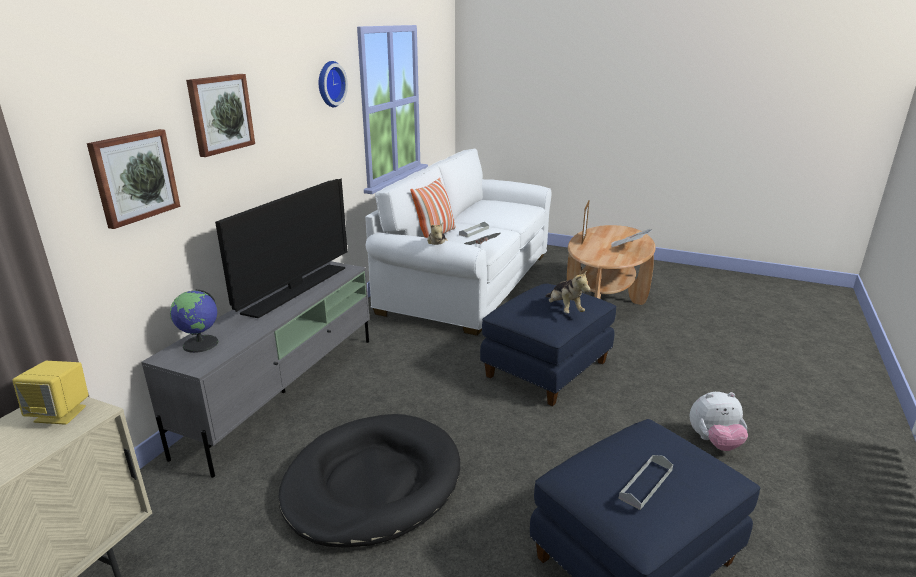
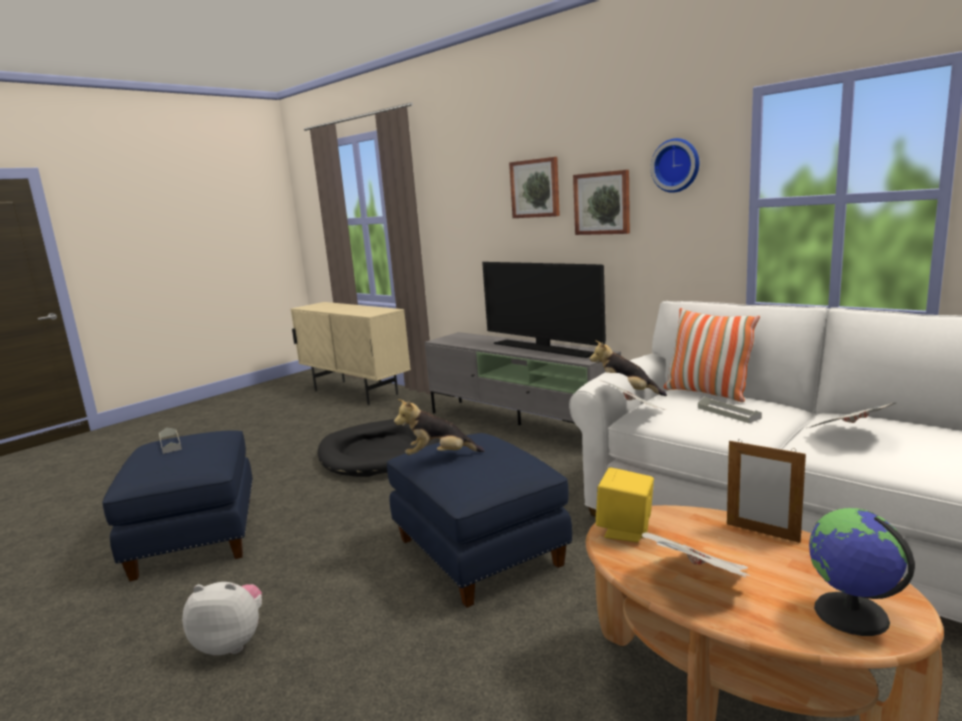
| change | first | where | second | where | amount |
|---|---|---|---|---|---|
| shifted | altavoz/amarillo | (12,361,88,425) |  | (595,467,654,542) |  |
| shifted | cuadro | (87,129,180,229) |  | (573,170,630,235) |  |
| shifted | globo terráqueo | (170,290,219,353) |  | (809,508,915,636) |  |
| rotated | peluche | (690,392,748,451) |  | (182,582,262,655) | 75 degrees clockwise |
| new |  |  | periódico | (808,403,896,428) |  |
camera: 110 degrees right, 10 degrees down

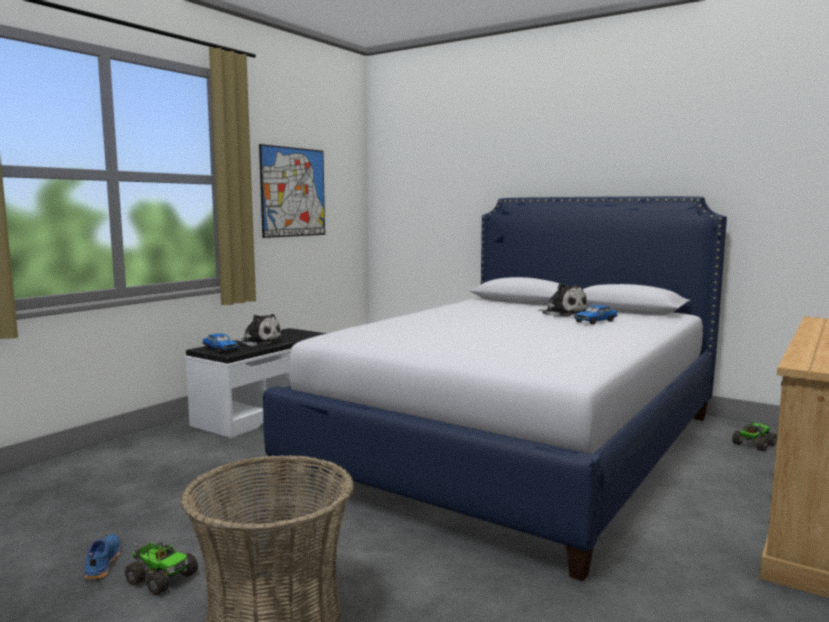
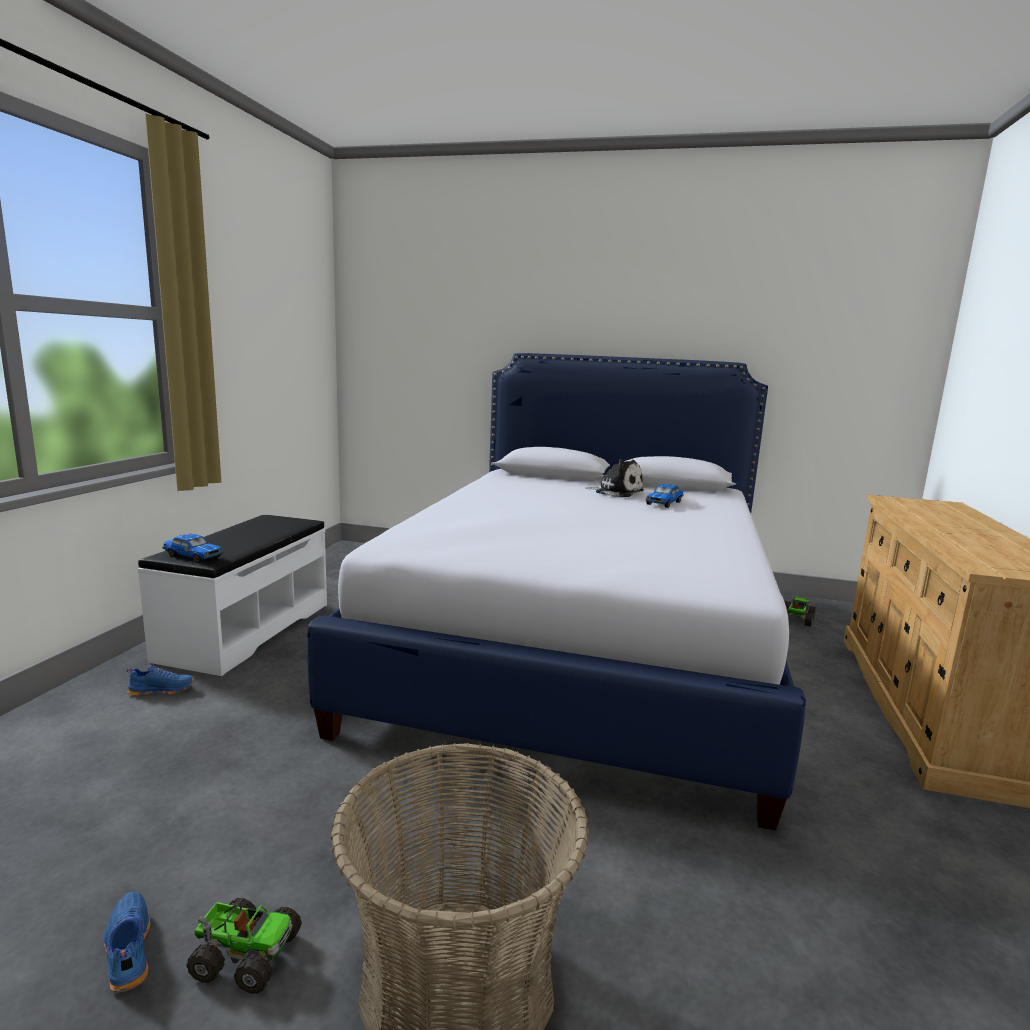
| change | first | where | second | where | amount |
|---|---|---|---|---|---|
| gone | peluche | (234,314,282,346) |  |  |  |
| gone | cuadro | (259,144,325,238) |  |  |  |
| new |  |  | zapato/azul | (127,665,194,696) |  |
camera: 20 degrees left, 5 degrees up

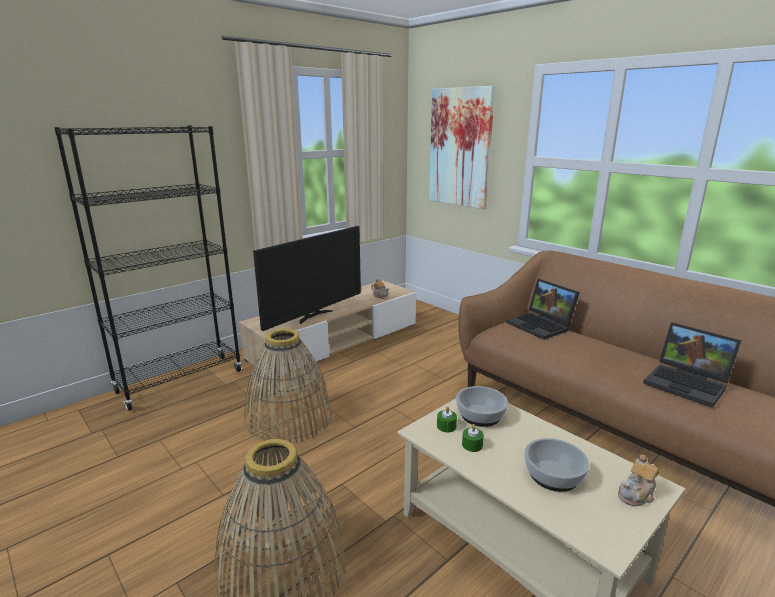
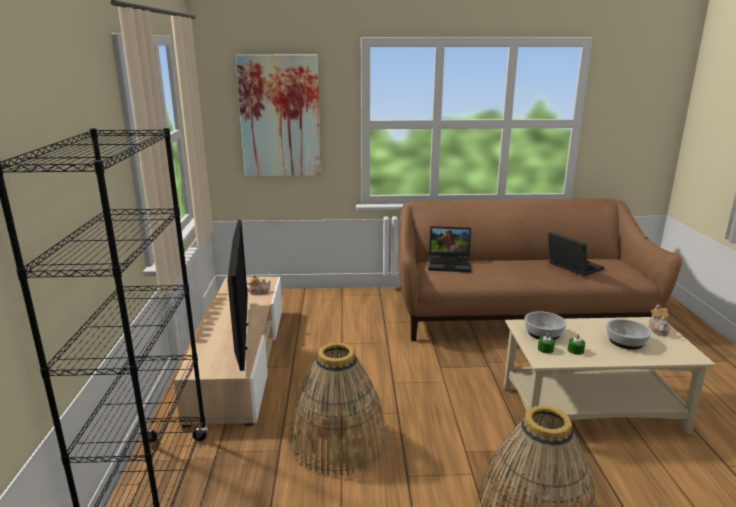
| change | first | where | second | where | amount |
|---|---|---|---|---|---|
| rotated | portátil | (643,322,741,408) |  | (548,232,604,276) | 120 degrees counterclockwise |
camera: 50 degrees left, 0 degrees up

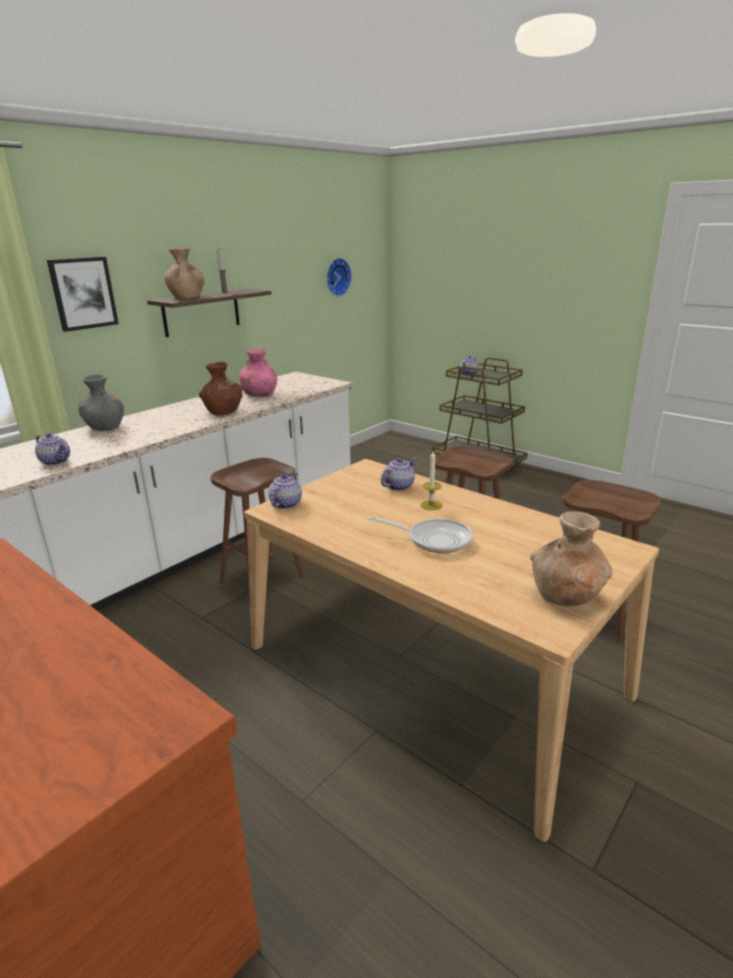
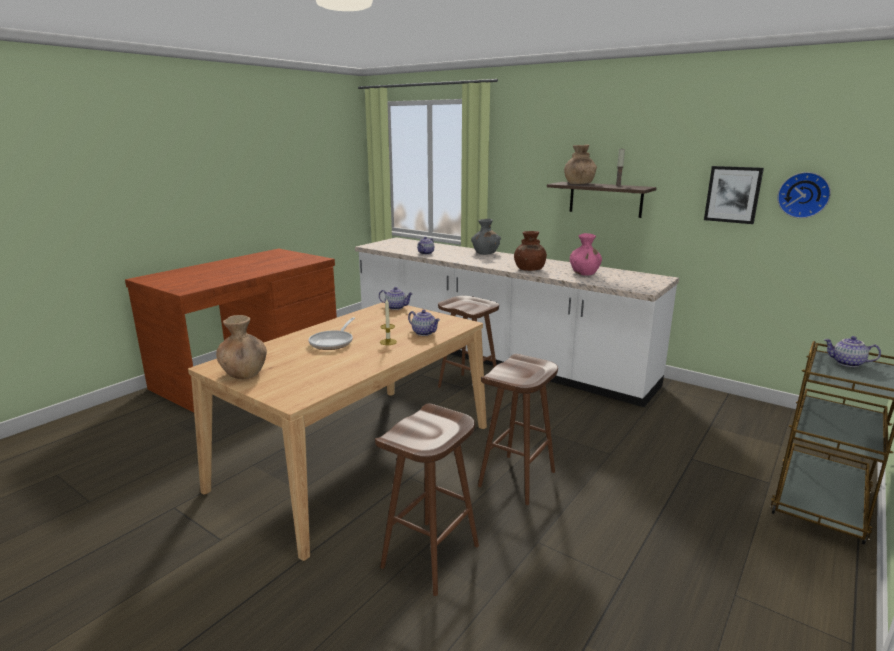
| change | first | where | second | where | amount |
|---|---|---|---|---|---|
| shifted | cuadro | (47,257,119,332) |  | (704,166,764,224) |  |
camera: 85 degrees right, 5 degrees down

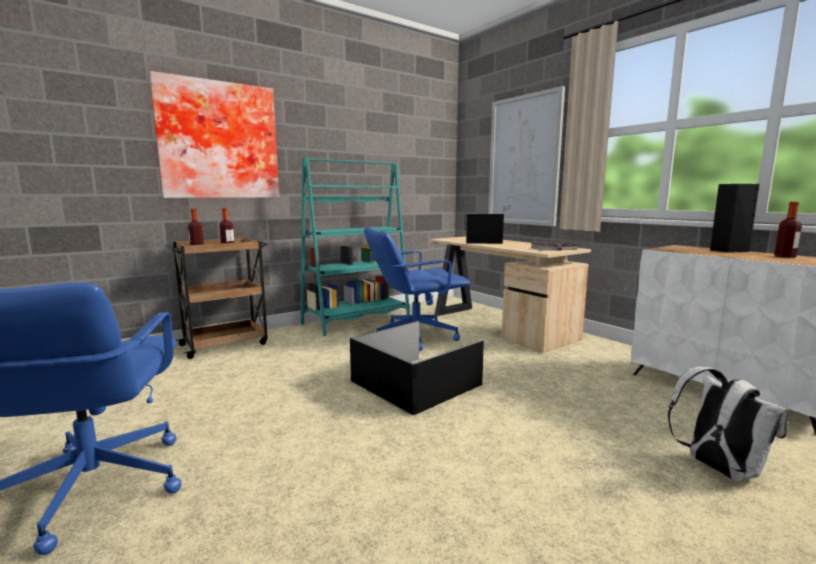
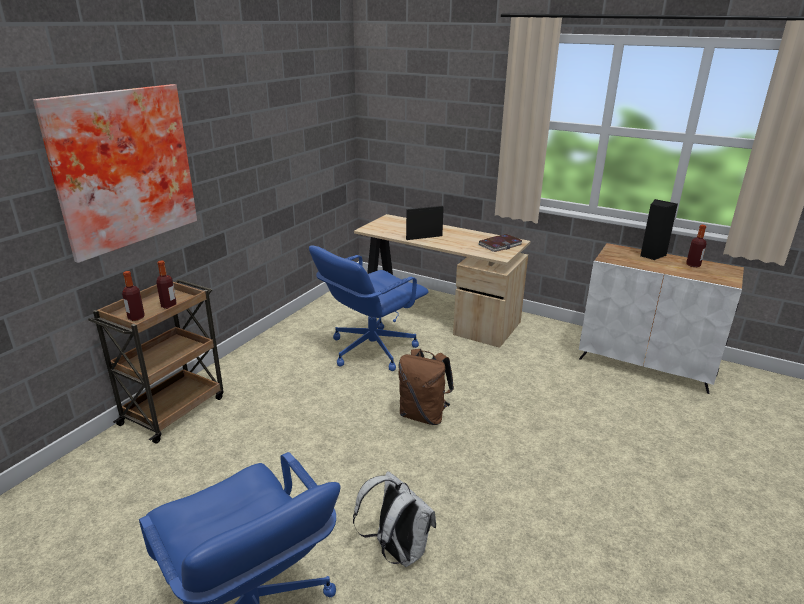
| change | first | where | second | where | amount |
|---|---|---|---|---|---|
| gone | estantería/turquesa | (300,158,410,336) |  |  |  |
| swapped | caja de almacenaje/negro | (350,321,484,415) | mochila/marrón | (398,349,454,425) |  |
| gone | cuadro | (488,86,565,226) |  |  |  |
| shifted | mochila/blanco | (668,367,788,481) |  | (353,471,436,567) |  |
camera: 25 degrees left, 15 degrees up

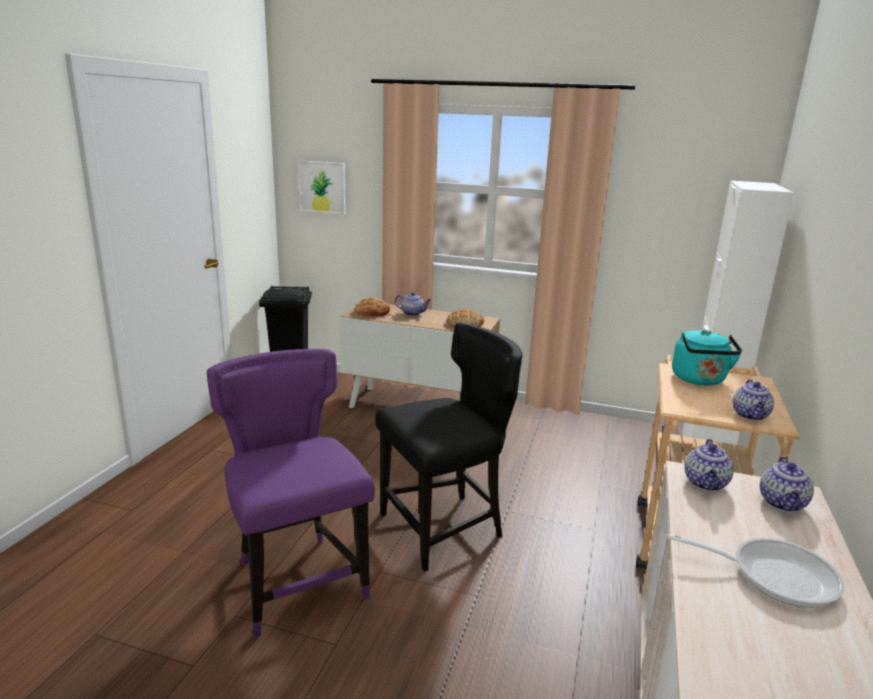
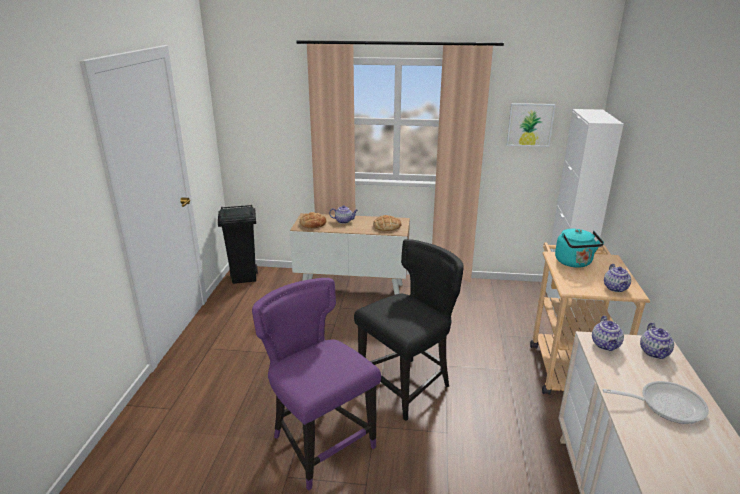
| change | first | where | second | where | amount |
|---|---|---|---|---|---|
| shifted | cuadro | (298,160,346,214) |  | (507,103,556,147) |  |
camera: 10 degrees left, 5 degrees up

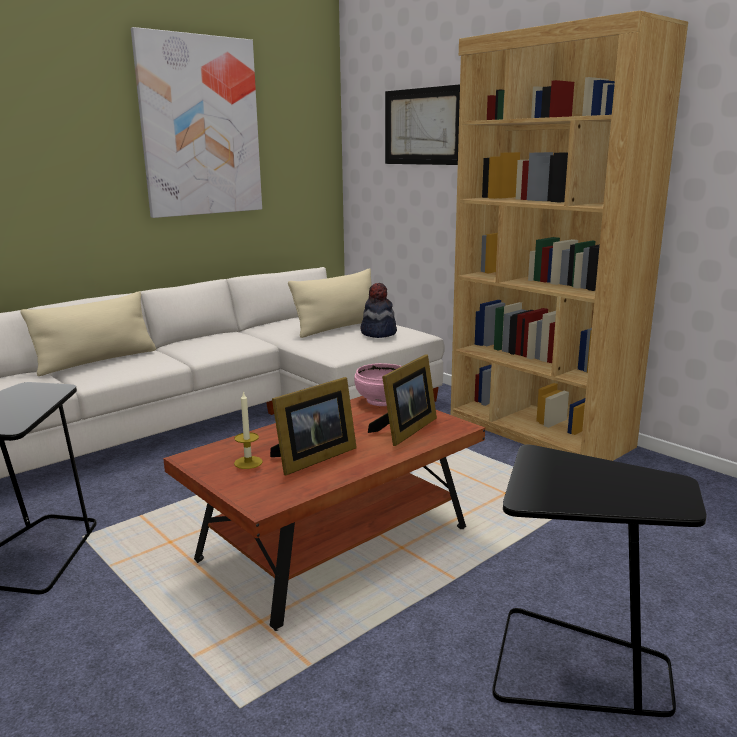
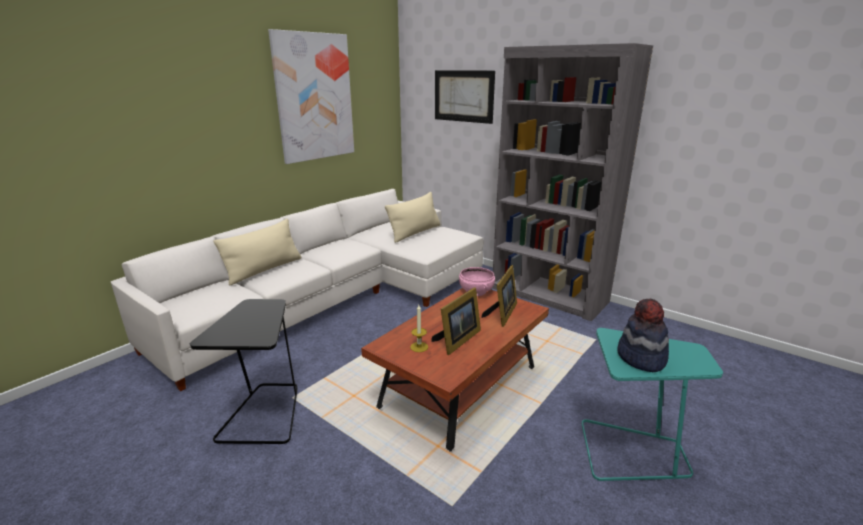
| change | first | where | second | where | amount |
|---|---|---|---|---|---|
| shifted | sombrero | (361,283,397,338) |  | (617,299,669,372) |  |
| repainted | estantería/marrón | (451,10,688,461) | estantería/gris | (492,43,653,321) |  |
| repainted | mesa auxiliar/negro | (492,445,707,717) | mesa auxiliar/turquesa | (582,328,723,481) |  |
camera: 10 degrees left, 5 degrees up

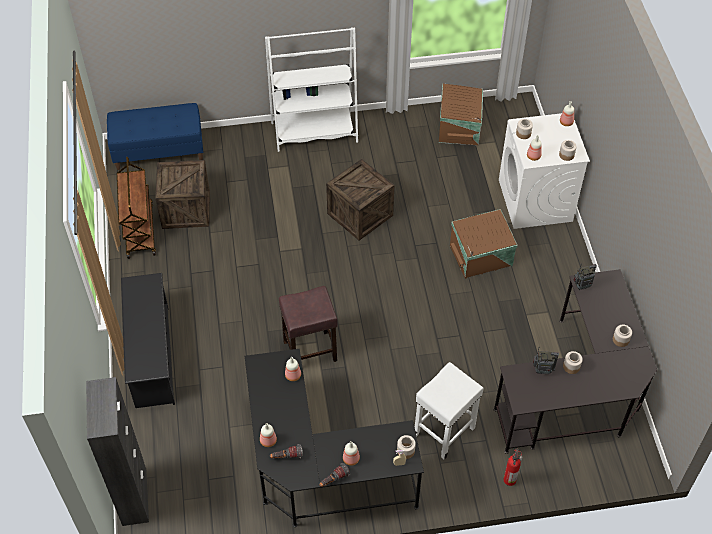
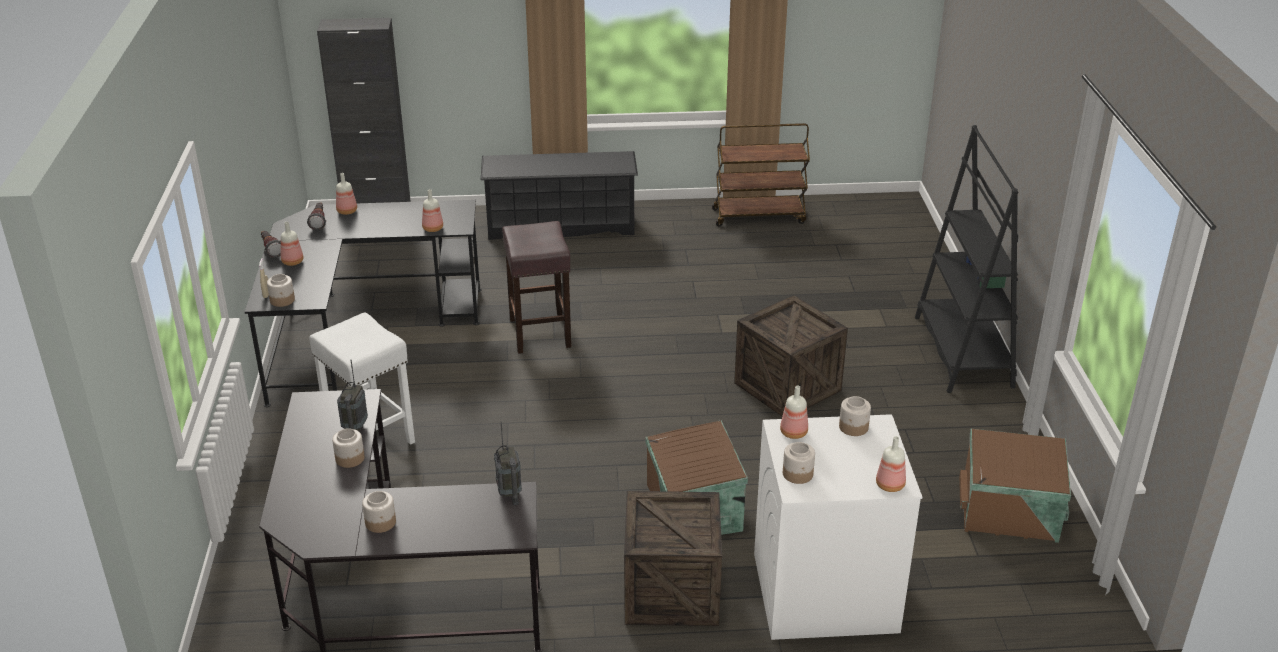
| change | first | where | second | where | amount |
|---|---|---|---|---|---|
| gone | banco/azul | (107,103,203,170) |  |  |  |
| shifted | caja de embalaje | (155,160,210,229) |  | (624,491,722,626) |  |
| repainted | estantería/blanco | (265,27,358,152) | estantería/negro | (915,125,1018,393) |  |
| gone | extintor | (504,448,523,486) |  |  |  |
camera: 95 degrees right, 20 degrees down

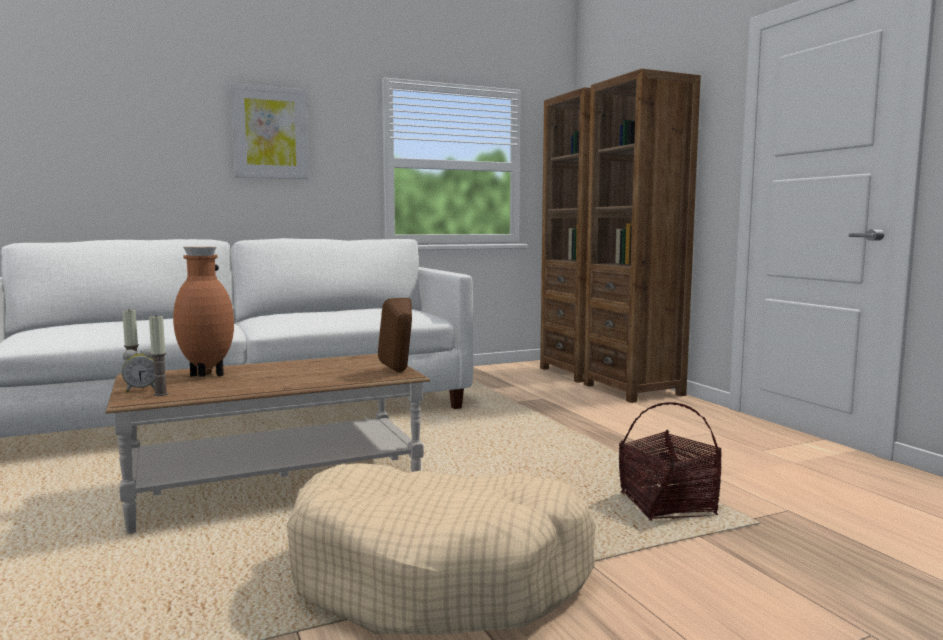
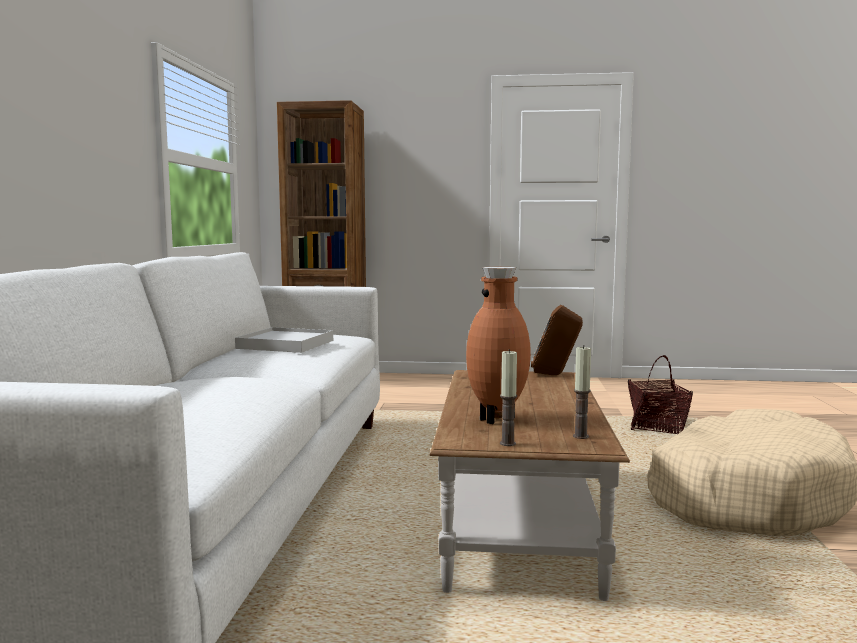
| change | first | where | second | where | amount |
|---|---|---|---|---|---|
| gone | despertador | (122,348,155,392) |  |  |  |
| gone | cuadro | (230,84,309,179) |  |  |  |
| gone | estantería/marrón | (584,68,701,403) |  |  |  |
| new |  |  | bandeja/blanco | (235,327,333,353) |  |
camera: 60 degrees left, 0 degrees up

